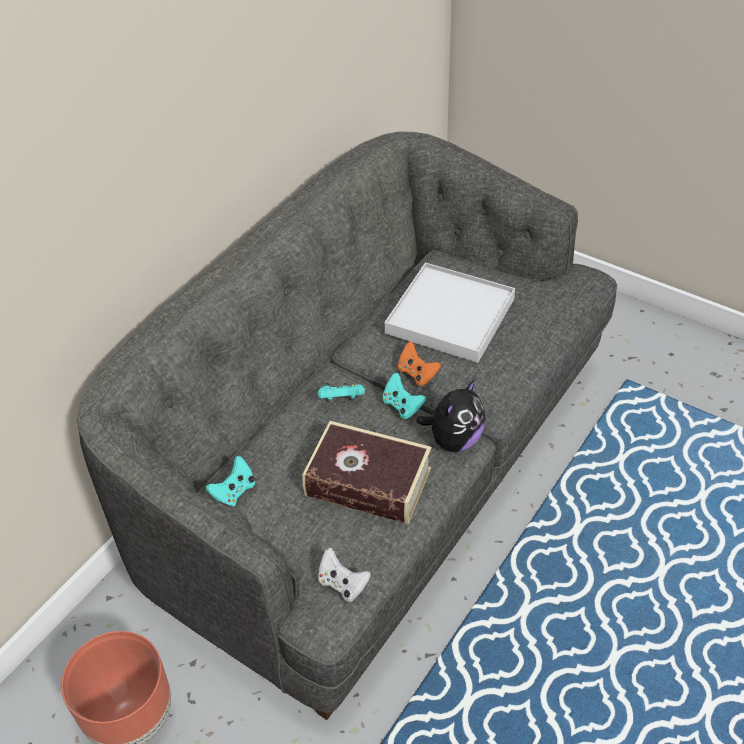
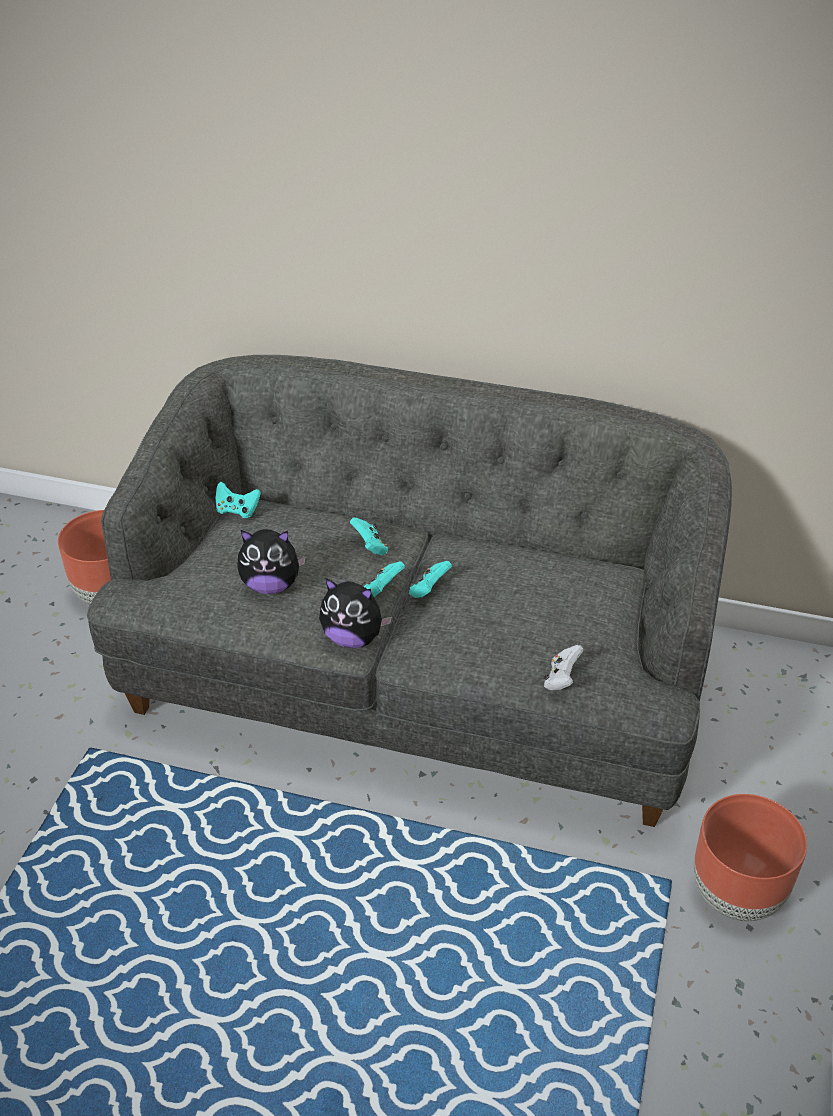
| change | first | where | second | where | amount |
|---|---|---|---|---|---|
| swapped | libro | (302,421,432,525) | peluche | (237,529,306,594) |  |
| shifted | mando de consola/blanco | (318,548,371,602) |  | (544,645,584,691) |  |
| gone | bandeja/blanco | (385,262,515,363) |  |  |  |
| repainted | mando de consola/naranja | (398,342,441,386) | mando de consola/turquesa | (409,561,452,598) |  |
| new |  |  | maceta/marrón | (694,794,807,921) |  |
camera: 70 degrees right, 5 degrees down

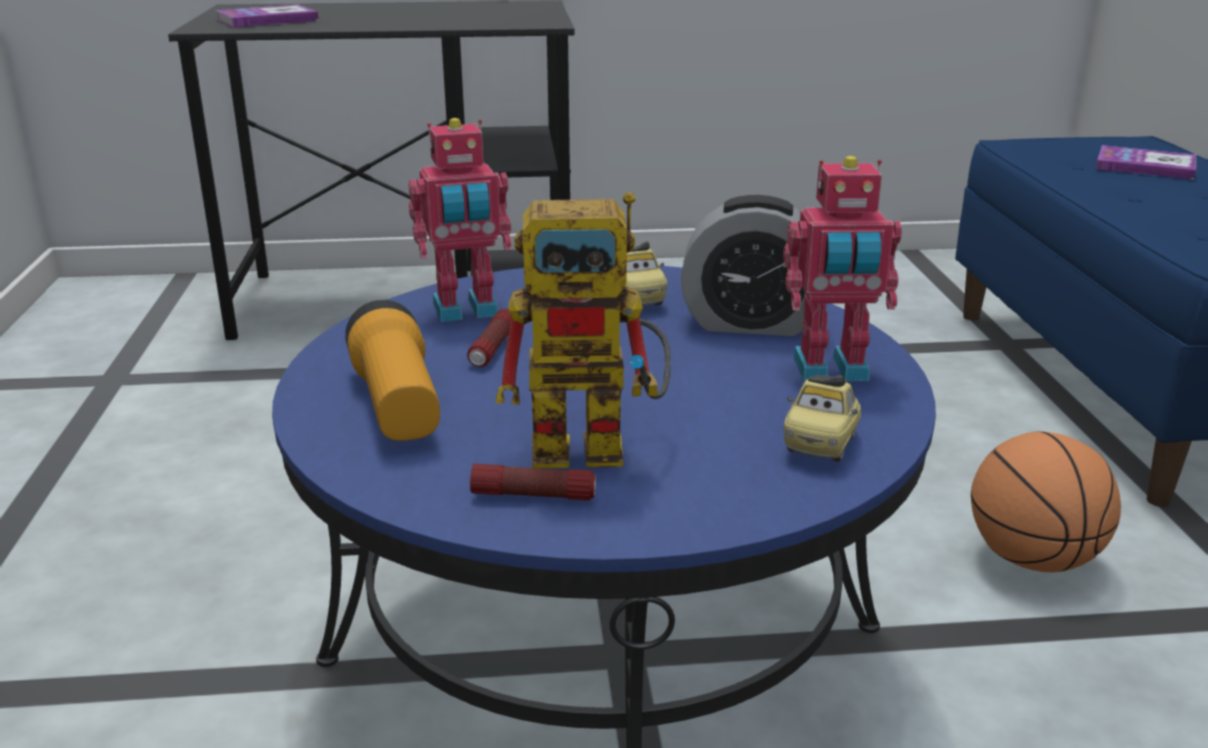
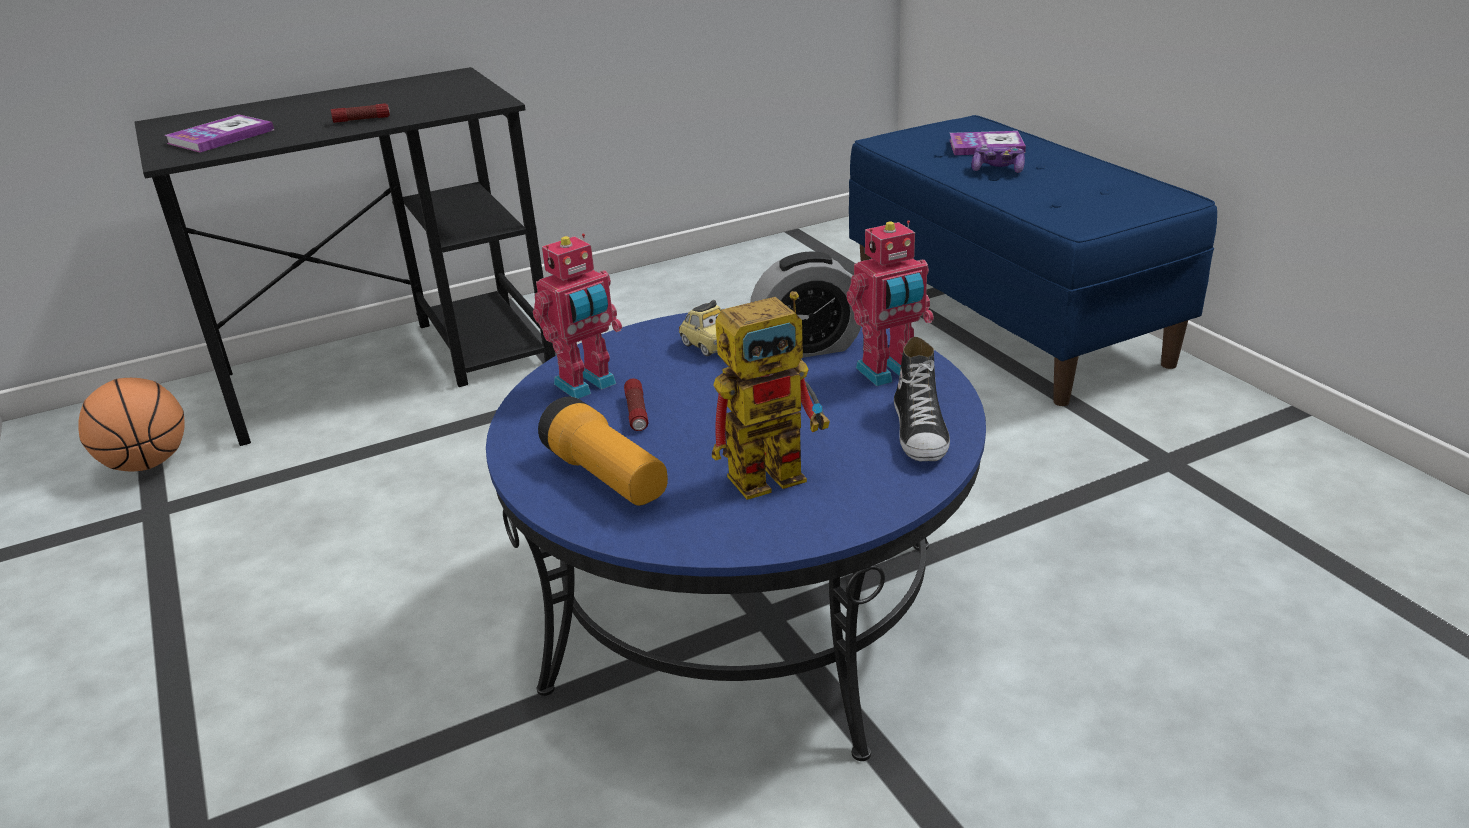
| change | first | where | second | where | amount |
|---|---|---|---|---|---|
| shifted | linterna | (470,464,596,501) |  | (331,103,390,123) |  |
| swapped | coche de juguete | (784,375,861,462) | zapato | (894,337,950,461) |  |
| shifted | balón de baloncesto | (971,431,1121,573) |  | (78,378,185,471) |  |
| new |  |  | mando de consola | (972,144,1025,173) |  |
camera: 20 degrees left, 5 degrees up

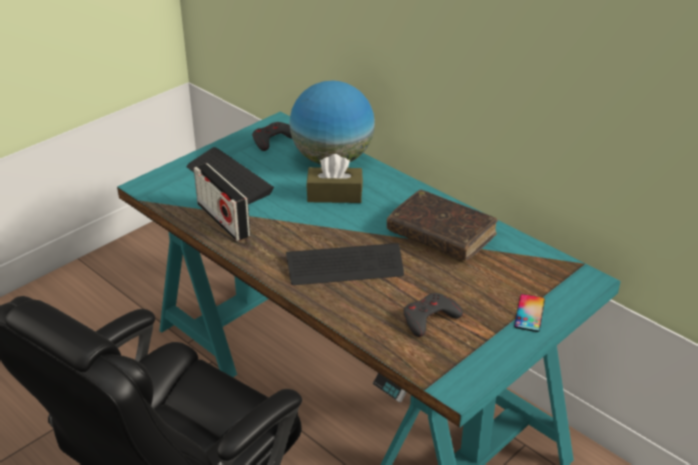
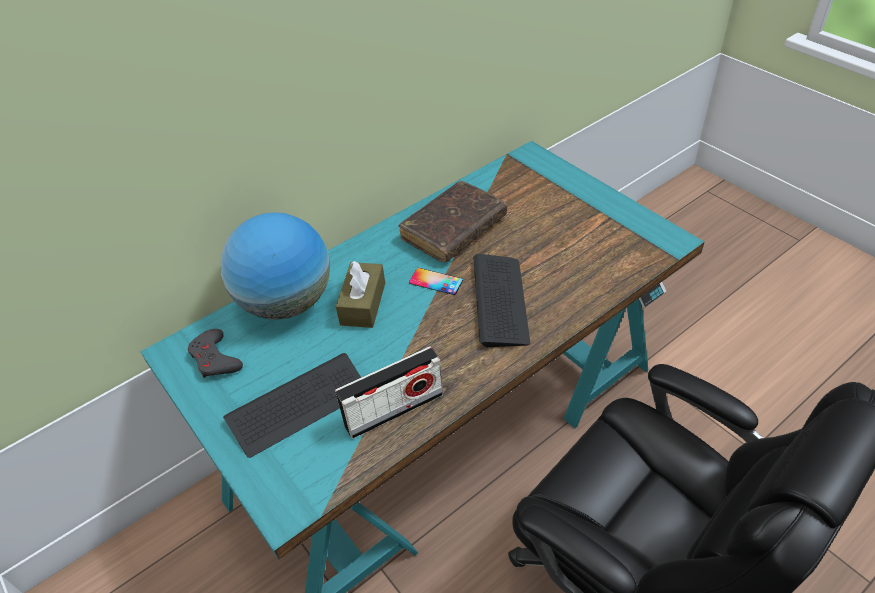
| change | first | where | second | where | amount |
|---|---|---|---|---|---|
| gone | mando de consola/gris | (404,293,463,337) |  |  |  |
| shifted | móvil | (514,294,545,332) |  | (409,268,463,295) |  |
camera: 80 degrees left, 10 degrees up

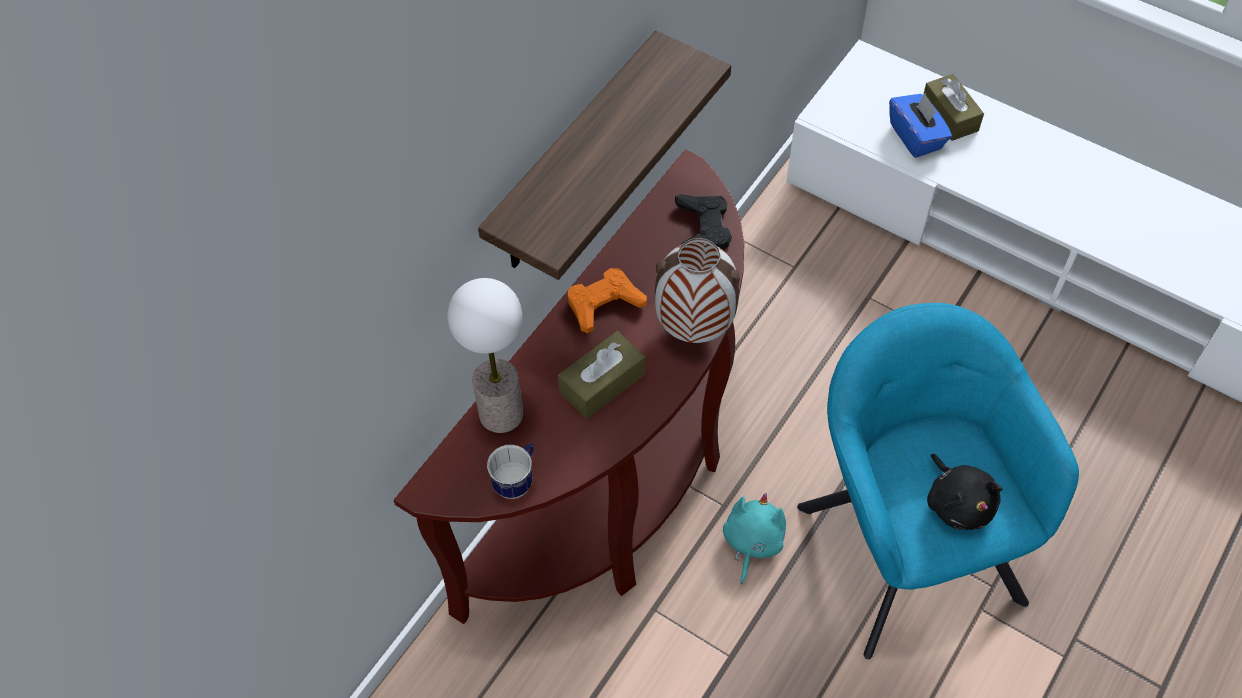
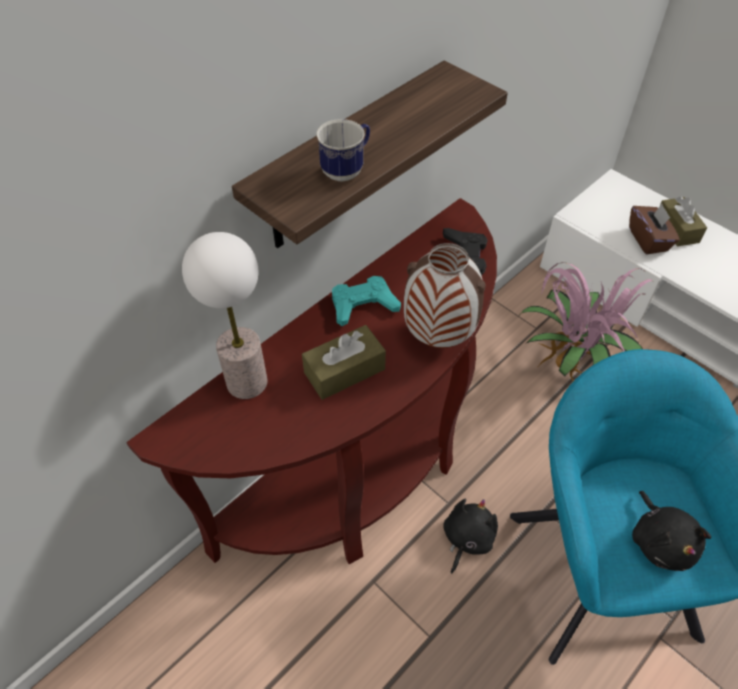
| change | first | where | second | where | amount |
|---|---|---|---|---|---|
| shifted | taza grande | (487,443,534,499) |  | (317,119,370,181) |  |
| repainted | mando de consola/naranja | (568,268,647,334) | mando de consola/turquesa | (332,276,401,326) |  |
| repainted | peluche/turquesa | (723,493,786,584) | peluche/negro | (443,498,498,574) |  |
| repainted | caja de pañuelos/azul | (889,93,952,158) | caja de pañuelos/marrón | (629,204,680,255) |  |
| new |  |  | planta en maceta | (520,262,654,381) |  |
camera: 10 degrees right, 5 degrees down

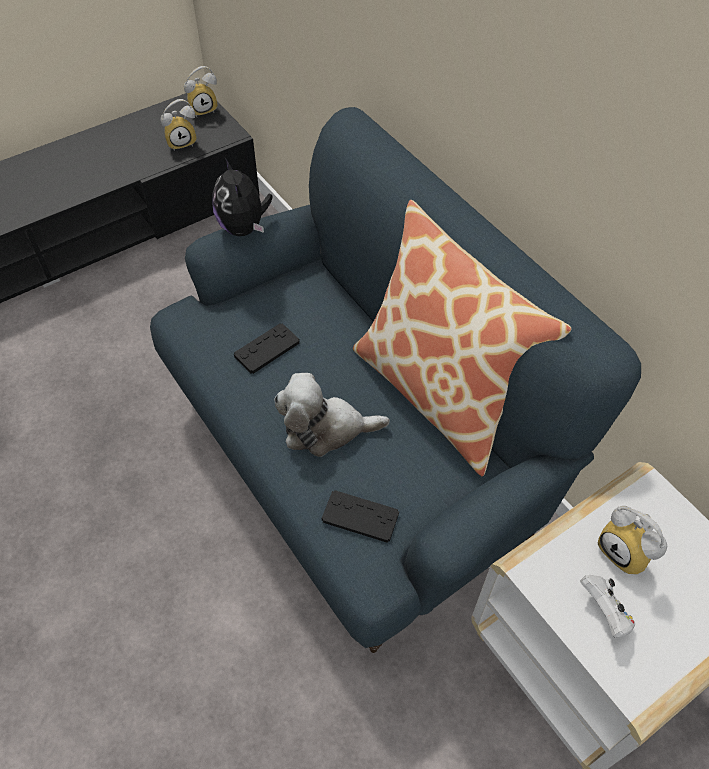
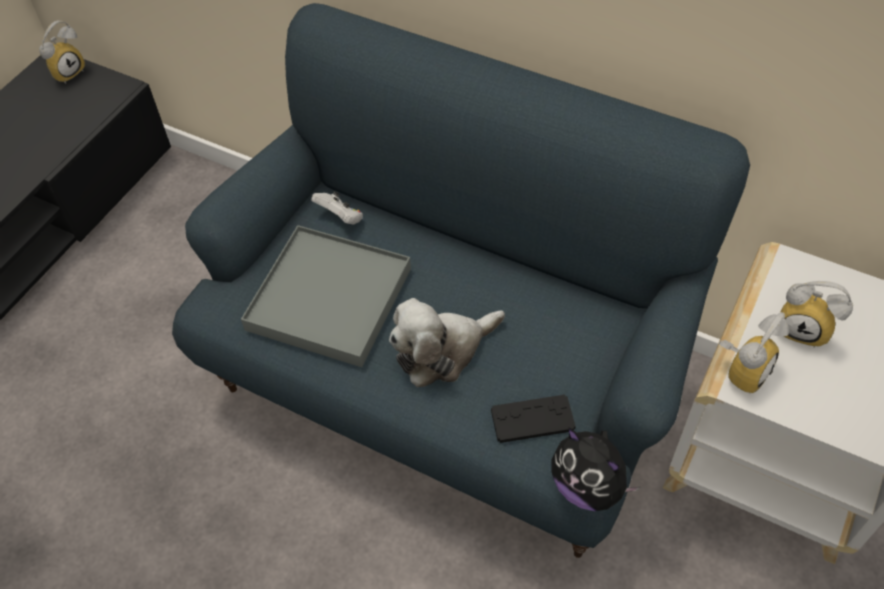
| change | first | where | second | where | amount |
|---|---|---|---|---|---|
| shifted | despertador | (161,99,197,151) |  | (719,312,789,393) |  |
| shifted | peluche | (212,158,273,236) |  | (551,428,640,511) |  |
| swapped | mando de consola/negro | (234,323,300,374) | bandeja/gris | (241,225,411,367) |  |
| gone | cojín | (353,200,571,476) |  |  |  |
| shifted | mando de consola/blanco | (580,575,635,638) |  | (311,192,363,225) |  |
camera: 25 degrees left, 0 degrees up

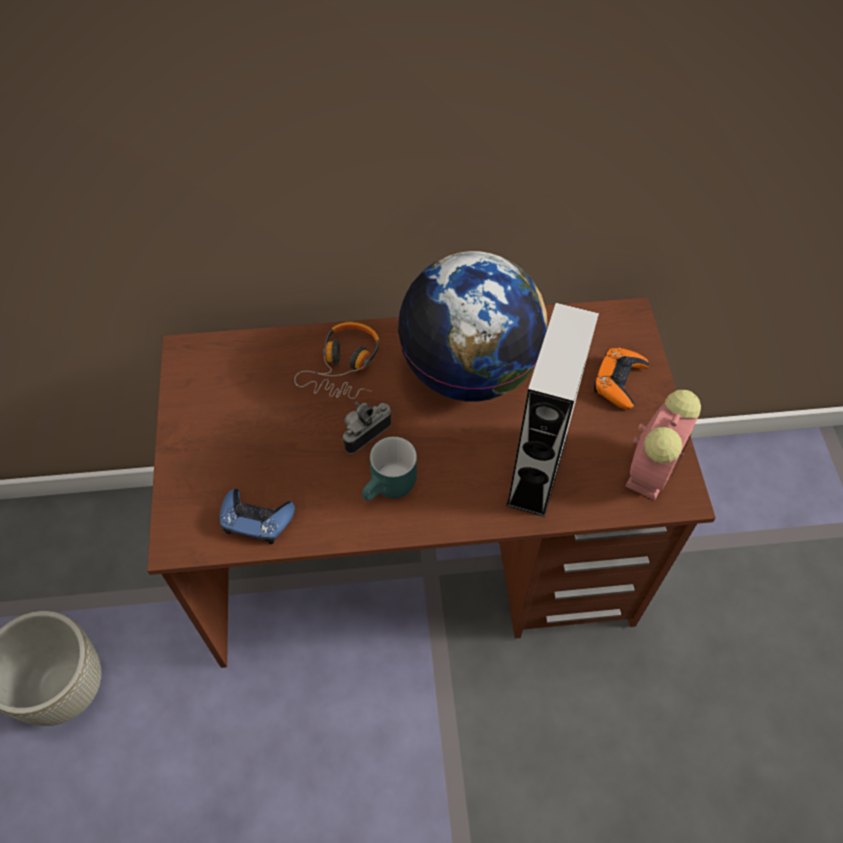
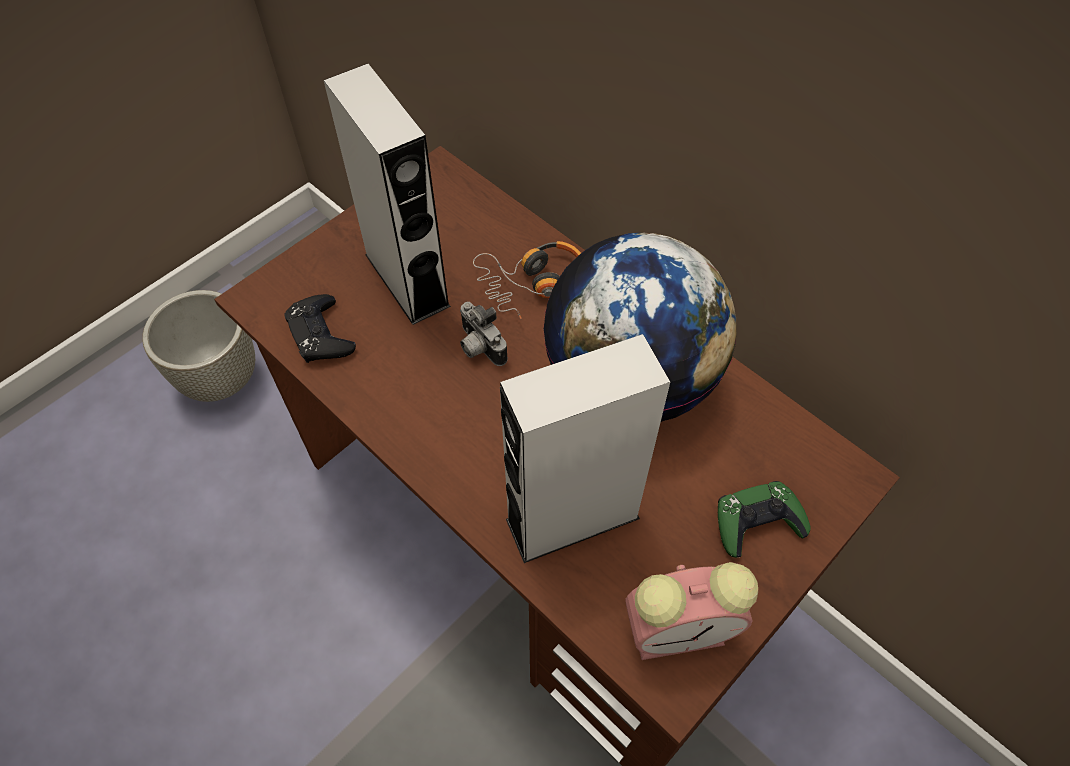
| change | first | where | second | where | amount |
|---|---|---|---|---|---|
| repainted | mando de consola/azul | (219,489,295,544) | mando de consola/negro | (284,294,356,363) |  |
| rotated | cámara | (342,402,391,454) |  | (460,302,508,366) | 135 degrees counterclockwise |
| gone | taza grande/turquesa | (362,437,417,501) |  |  |  |
| repainted | mando de consola/naranja | (594,347,649,409) | mando de consola/verde | (718,481,810,558) |  |
| new |  |  | altavoz/gris | (324,64,451,325) |  |
camera: 50 degrees right, 0 degrees up

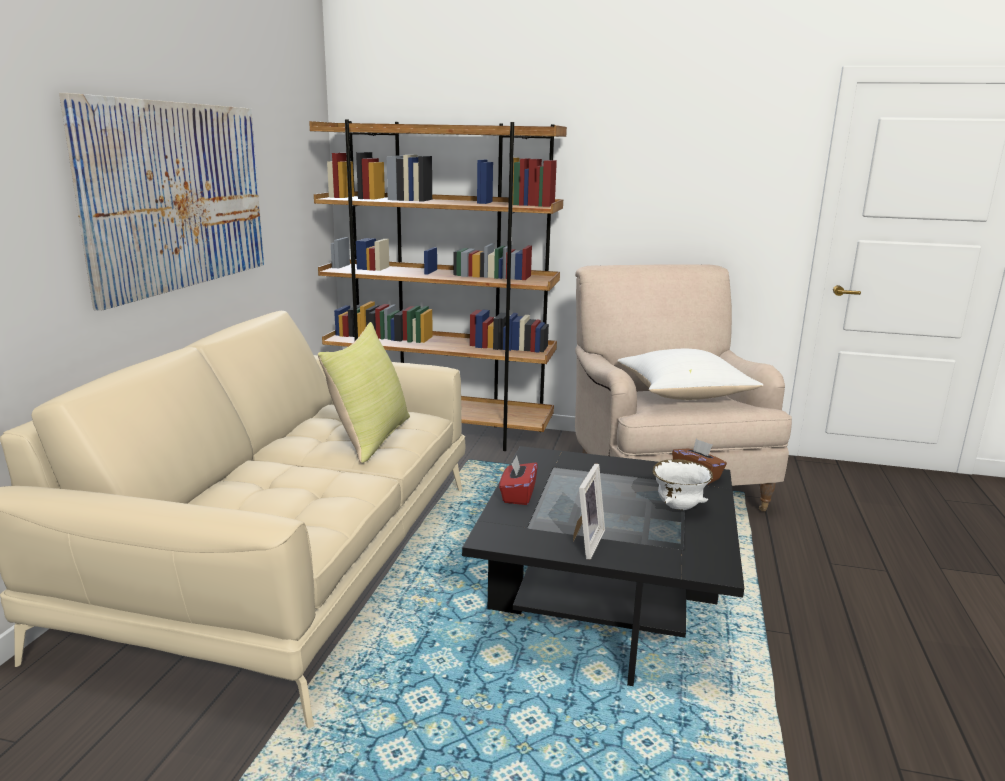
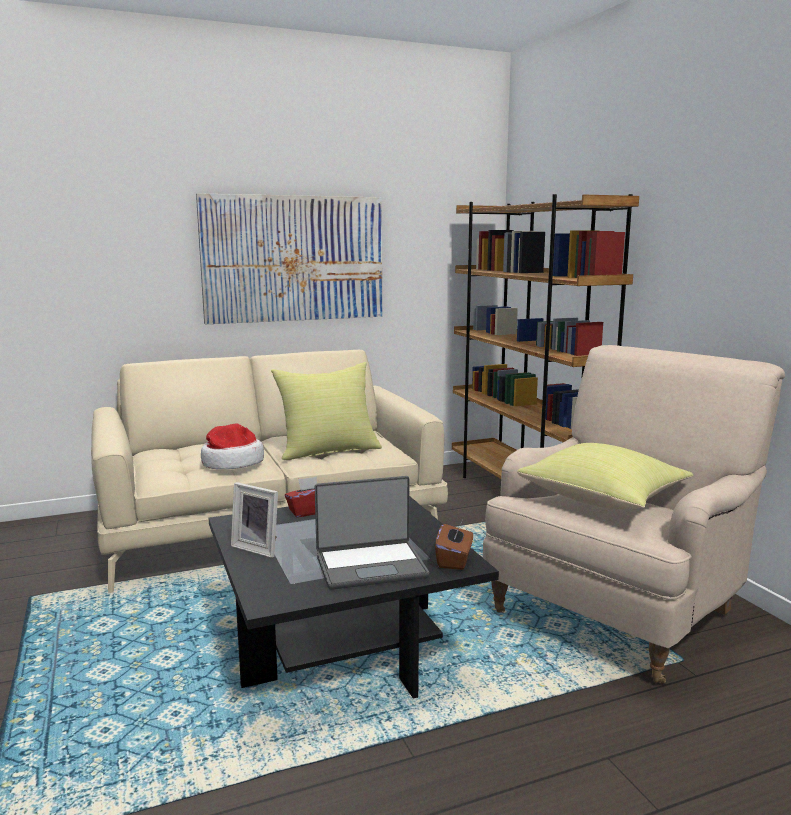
| change | first | where | second | where | amount |
|---|---|---|---|---|---|
| rotated | portarretratos | (573,464,605,559) |  | (231,482,278,558) | 45 degrees clockwise |
| repainted | cojín/blanco | (617,349,764,400) | cojín/amarillo | (517,443,694,509) |  |
| swapped | cuenco/blanco | (652,459,713,510) | portátil | (315,476,429,590) |  |
| new |  |  | sombrero | (201,423,264,470) |  |
camera: 55 degrees right, 5 degrees down

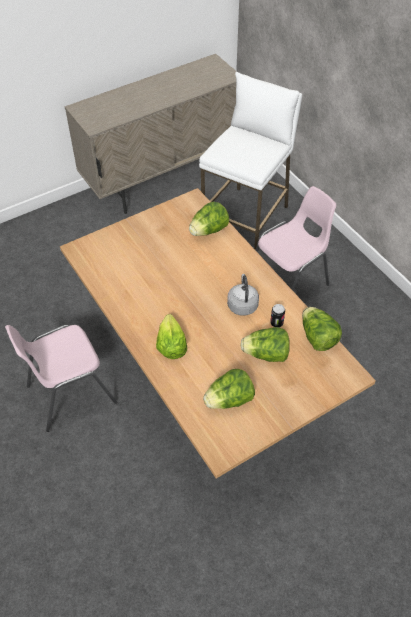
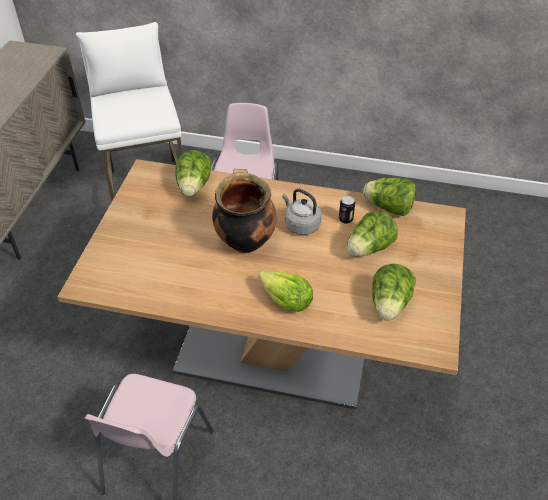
| change | first | where | second | where | amount |
|---|---|---|---|---|---|
| new |  |  | olla | (212,169,277,253) |  |
camera: 45 degrees left, 5 degrees down

